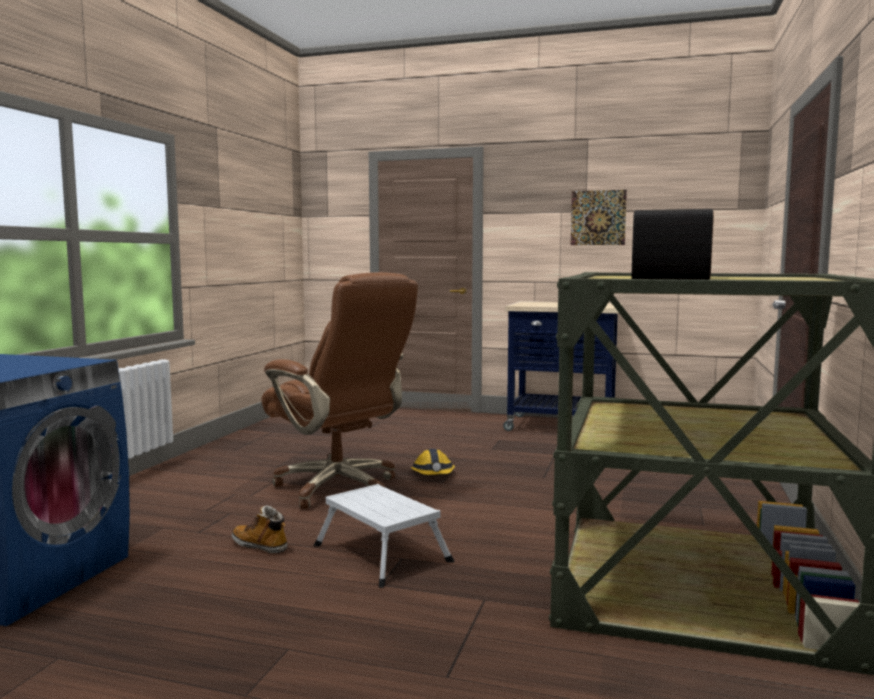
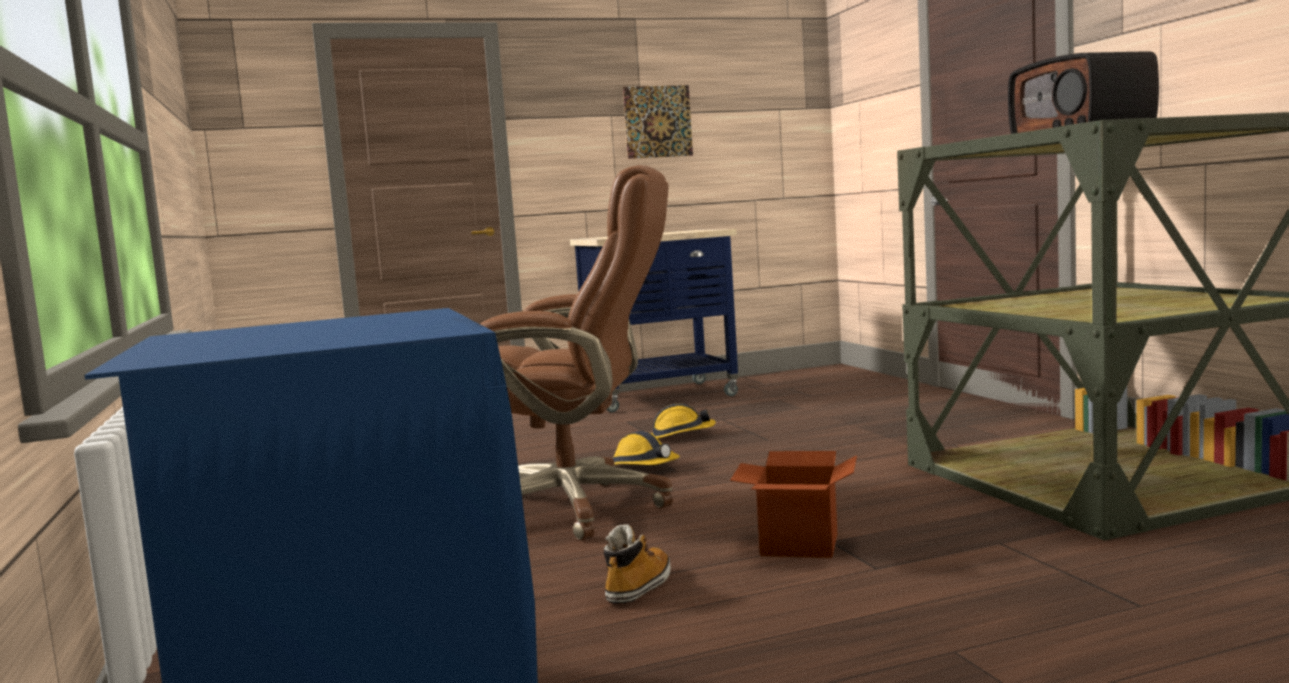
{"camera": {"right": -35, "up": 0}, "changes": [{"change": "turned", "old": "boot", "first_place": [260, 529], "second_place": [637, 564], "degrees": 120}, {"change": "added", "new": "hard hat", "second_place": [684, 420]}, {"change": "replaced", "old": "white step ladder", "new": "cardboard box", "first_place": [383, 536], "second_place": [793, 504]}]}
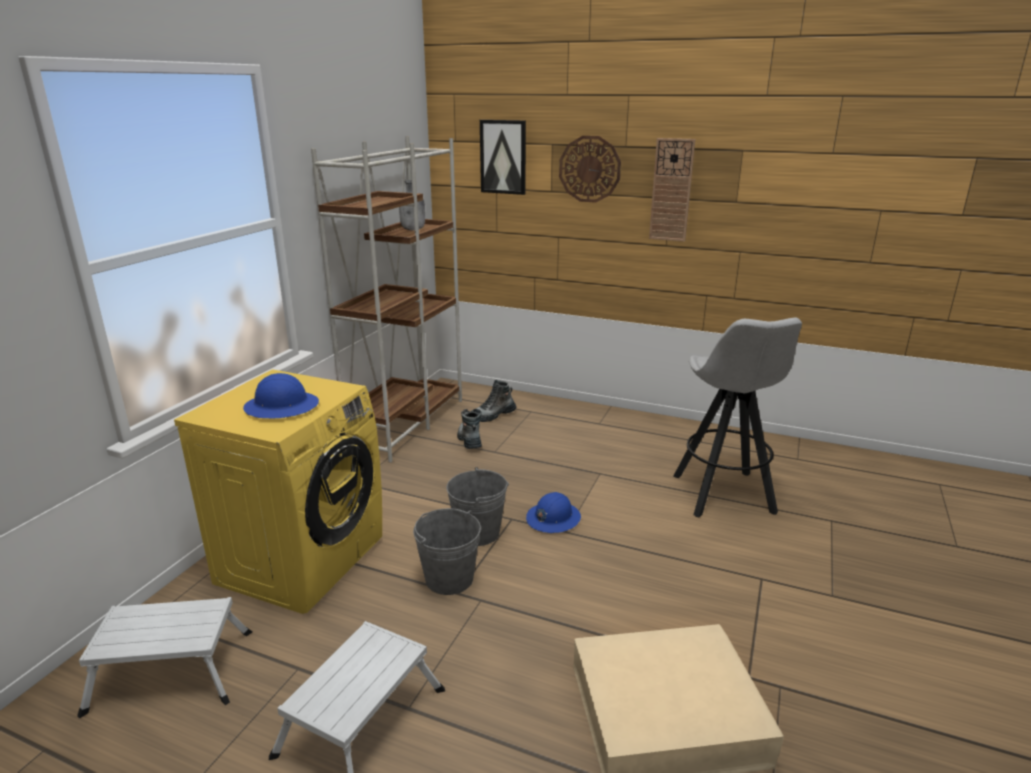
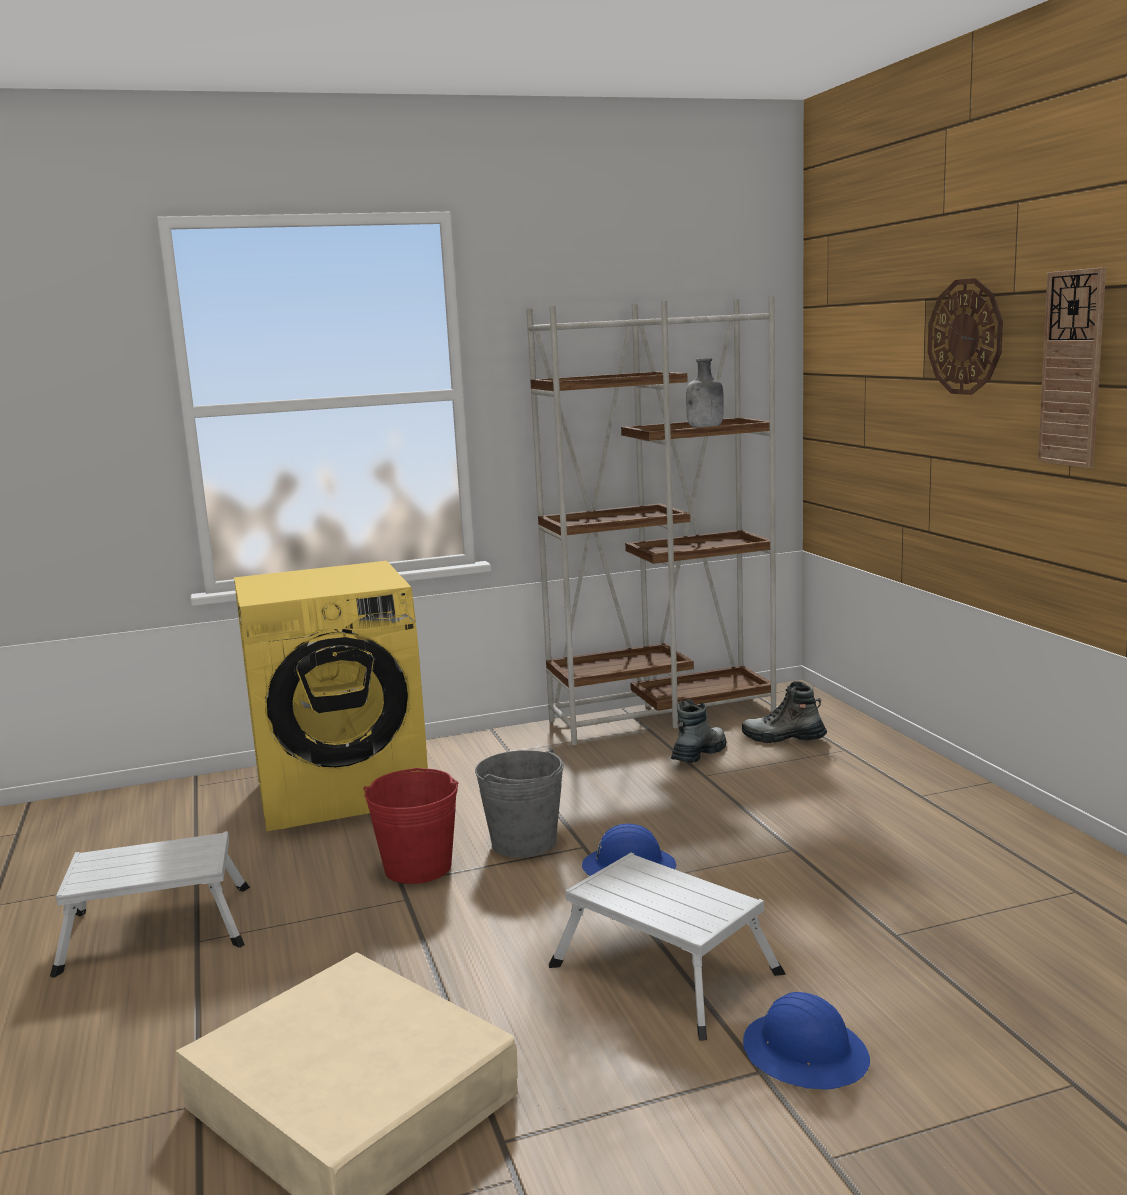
{"camera": {"right": 50, "up": -10}, "changes": [{"change": "recoloured", "old": "grey bucket", "new": "red bucket", "first_place": [447, 551], "second_place": [410, 826]}, {"change": "moved", "old": "white step ladder", "first_place": [164, 657], "second_place": [667, 947]}, {"change": "moved", "old": "blue hard hat", "first_place": [281, 396], "second_place": [806, 1041]}, {"change": "removed", "old": "picture", "first_place": [503, 157]}, {"change": "removed", "old": "grey stool", "first_place": [737, 418]}]}
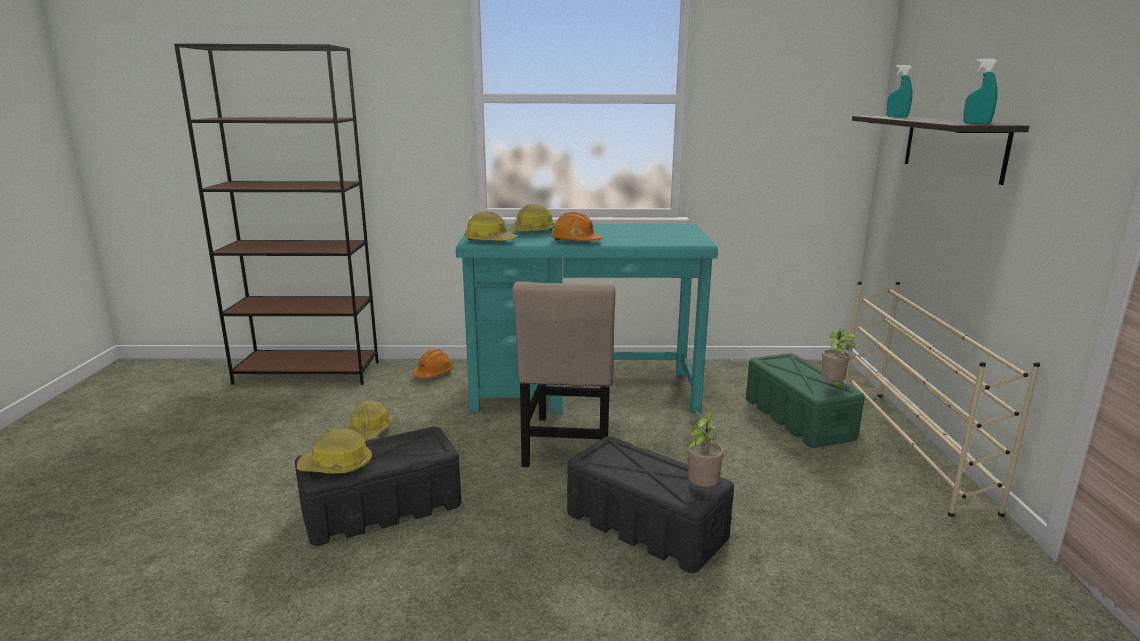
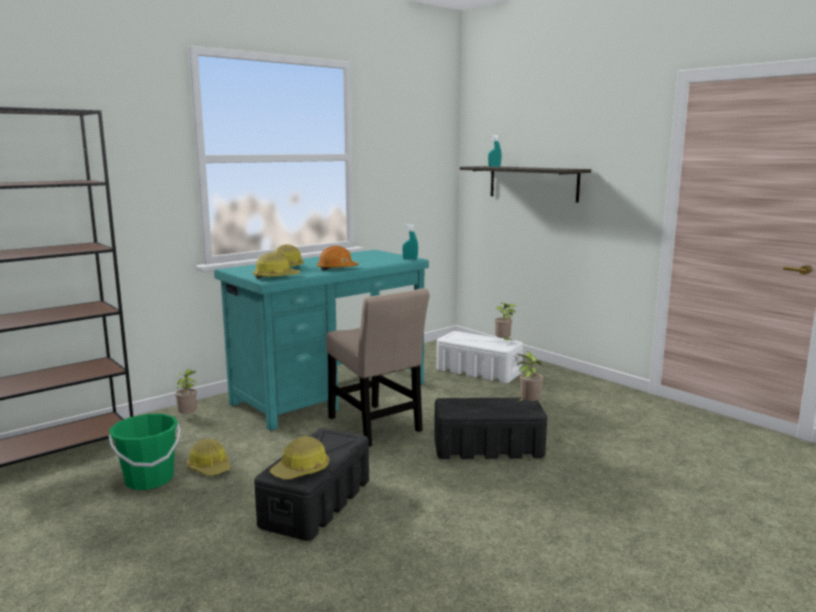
{"camera": {"right": -40, "up": -5}, "changes": [{"change": "added", "new": "green bucket", "second_place": [144, 452]}, {"change": "replaced", "old": "orange hard hat", "new": "potted plant", "first_place": [433, 364], "second_place": [185, 391]}, {"change": "moved", "old": "turquoise spray bottle", "first_place": [980, 91], "second_place": [410, 242]}, {"change": "recoloured", "old": "green storage box", "new": "white storage box", "first_place": [805, 400], "second_place": [480, 357]}, {"change": "removed", "old": "beige shoe rack", "first_place": [942, 399]}]}
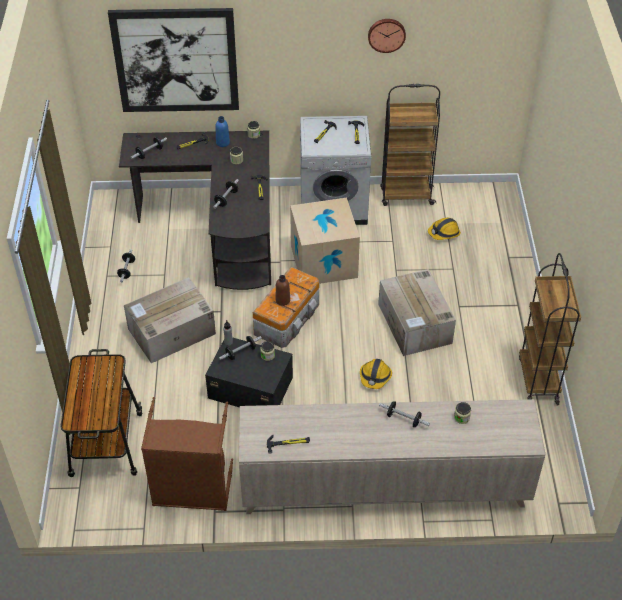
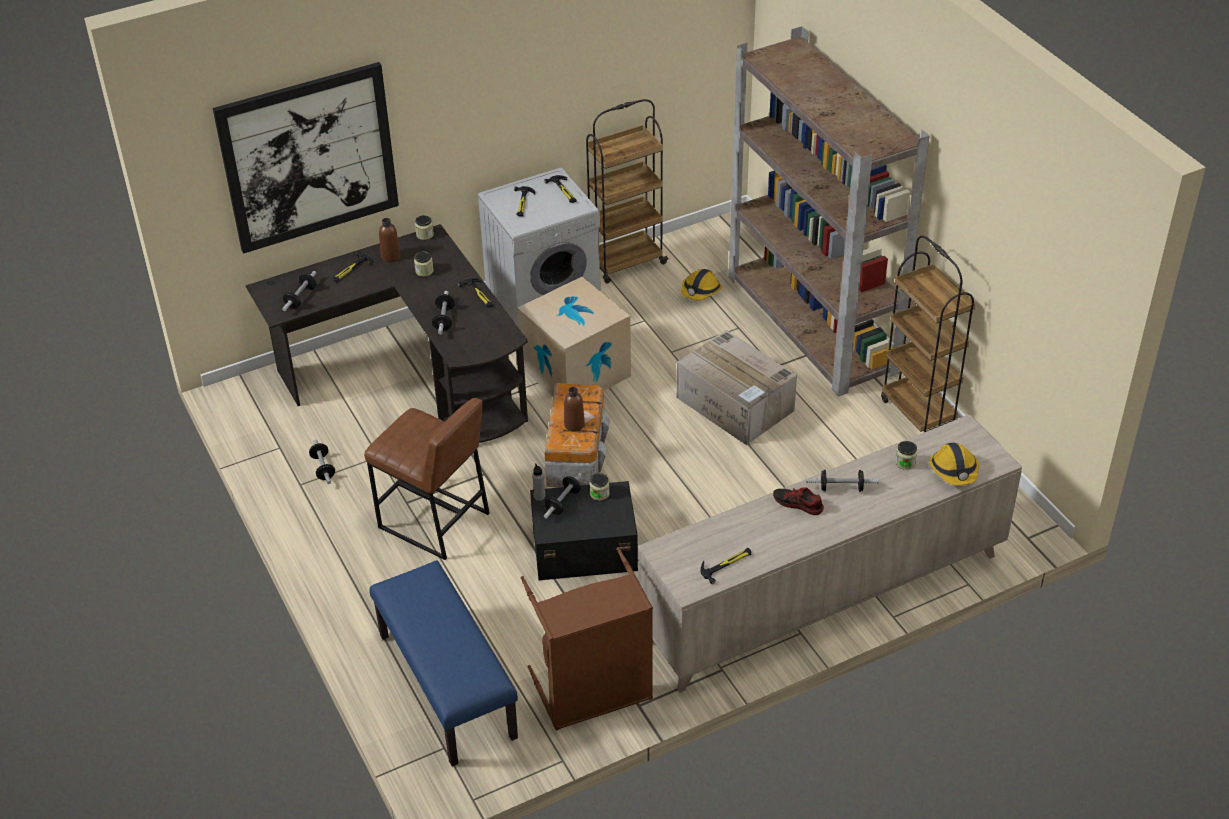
{"camera": {"right": -25, "up": -5}, "changes": [{"change": "replaced", "old": "cardboard box", "new": "brown chair", "first_place": [170, 320], "second_place": [426, 479]}, {"change": "replaced", "old": "cart", "new": "blue bench", "first_place": [101, 413], "second_place": [443, 663]}, {"change": "recoloured", "old": "blue bottle", "new": "brown bottle", "first_place": [222, 131], "second_place": [390, 240]}, {"change": "added", "new": "brown bookcase", "second_place": [829, 211]}, {"change": "added", "new": "shoe", "second_place": [798, 501]}, {"change": "moved", "old": "hard hat", "first_place": [376, 374], "second_place": [954, 464]}, {"change": "removed", "old": "wall clock", "first_place": [387, 36]}]}
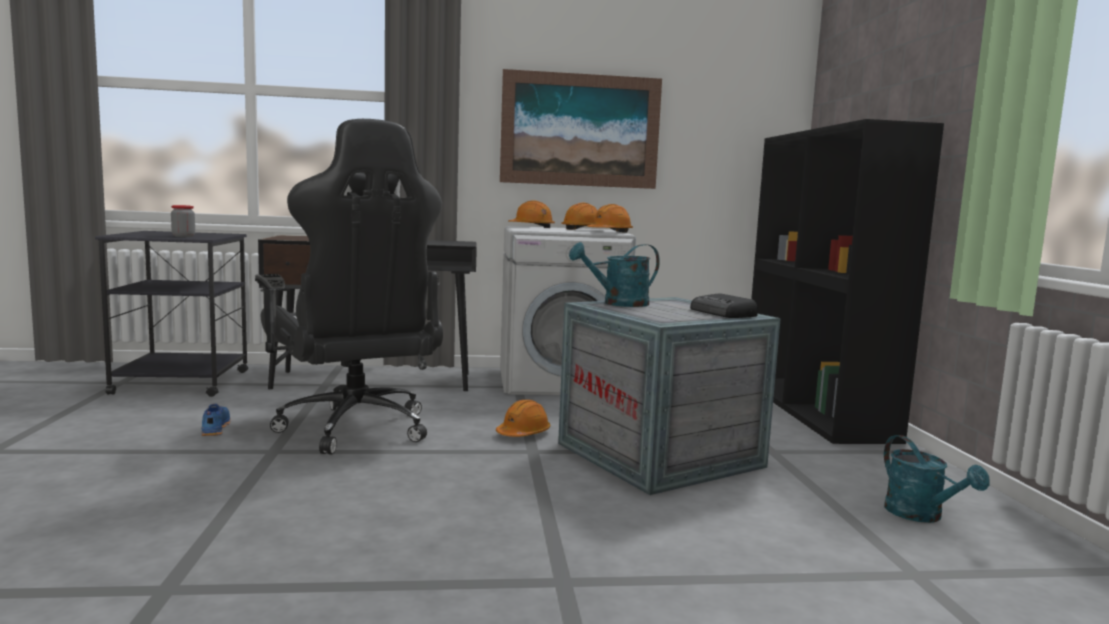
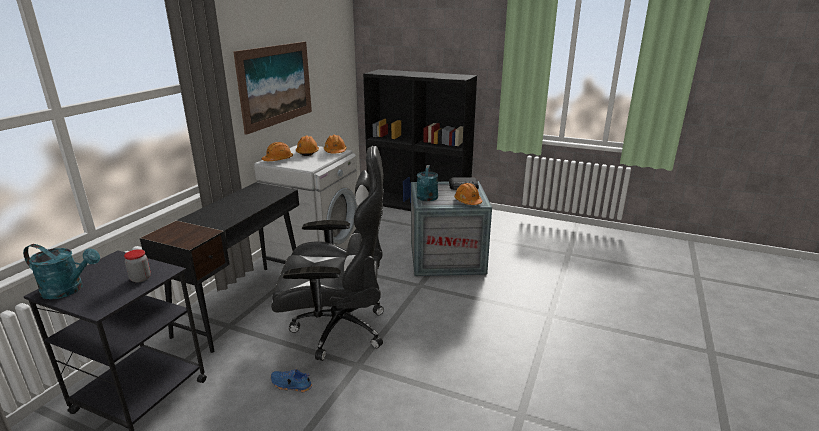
{"camera": {"right": -60, "up": 15}, "changes": [{"change": "moved", "old": "turquoise watering can", "first_place": [937, 479], "second_place": [61, 271]}, {"change": "moved", "old": "orange hard hat", "first_place": [523, 418], "second_place": [468, 194]}]}
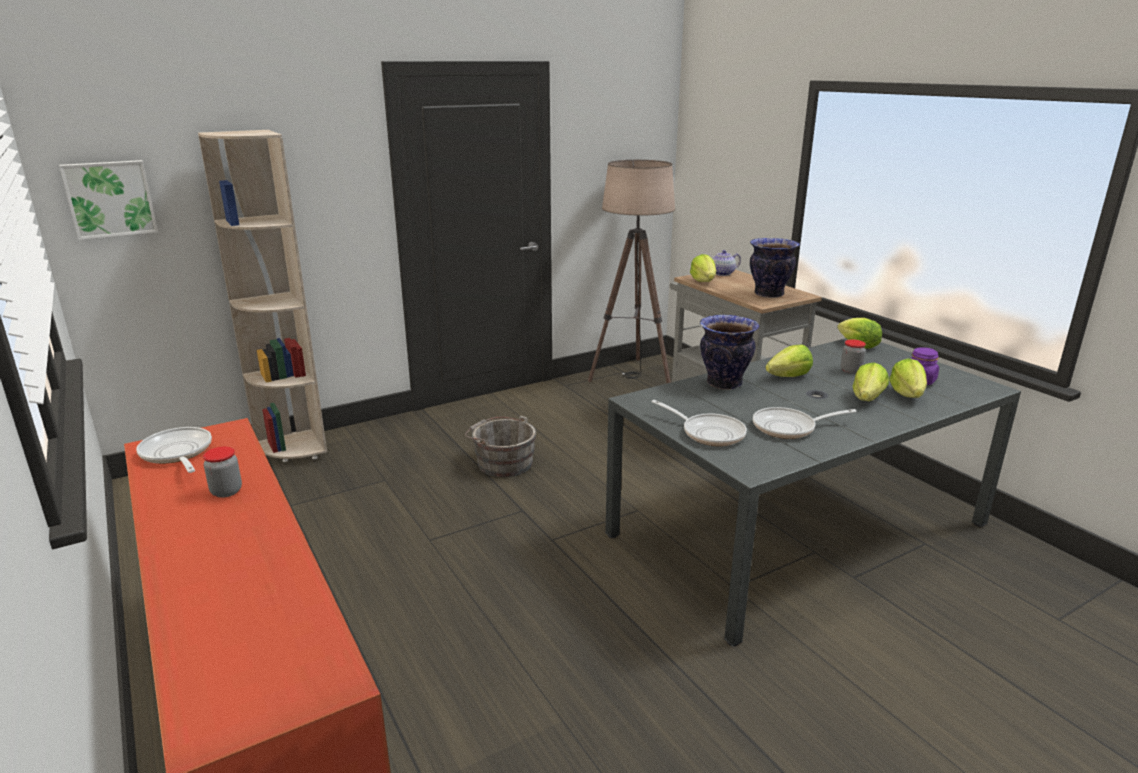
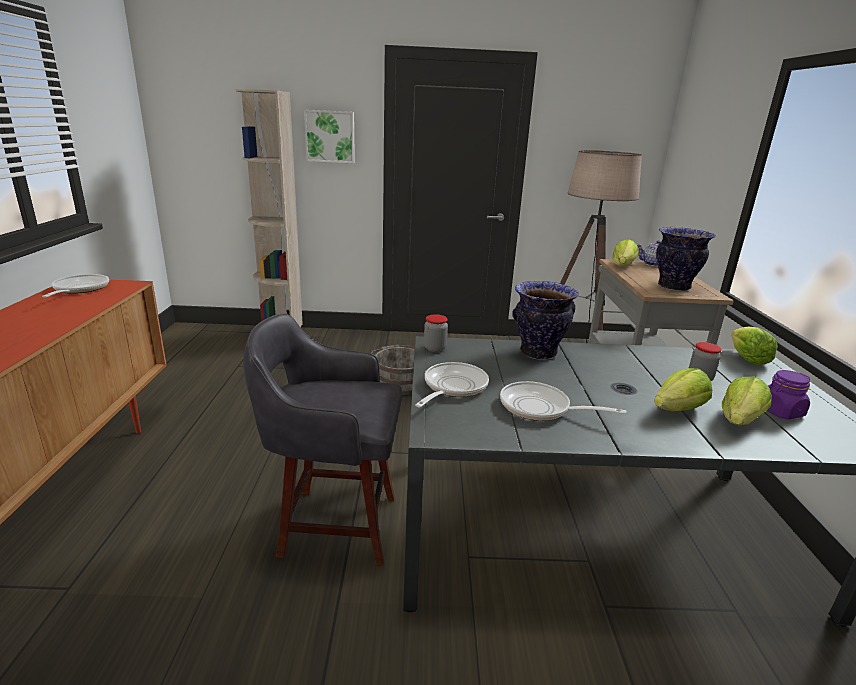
{"camera": {"right": 30, "up": 0}, "changes": [{"change": "added", "new": "grey stool", "second_place": [322, 439]}, {"change": "moved", "old": "picture", "first_place": [108, 200], "second_place": [329, 136]}, {"change": "turned", "old": "frying pan", "first_place": [699, 423], "second_place": [452, 385], "degrees": -135}, {"change": "moved", "old": "jar", "first_place": [222, 472], "second_place": [436, 333]}, {"change": "removed", "old": "lettuce", "first_place": [789, 360]}]}
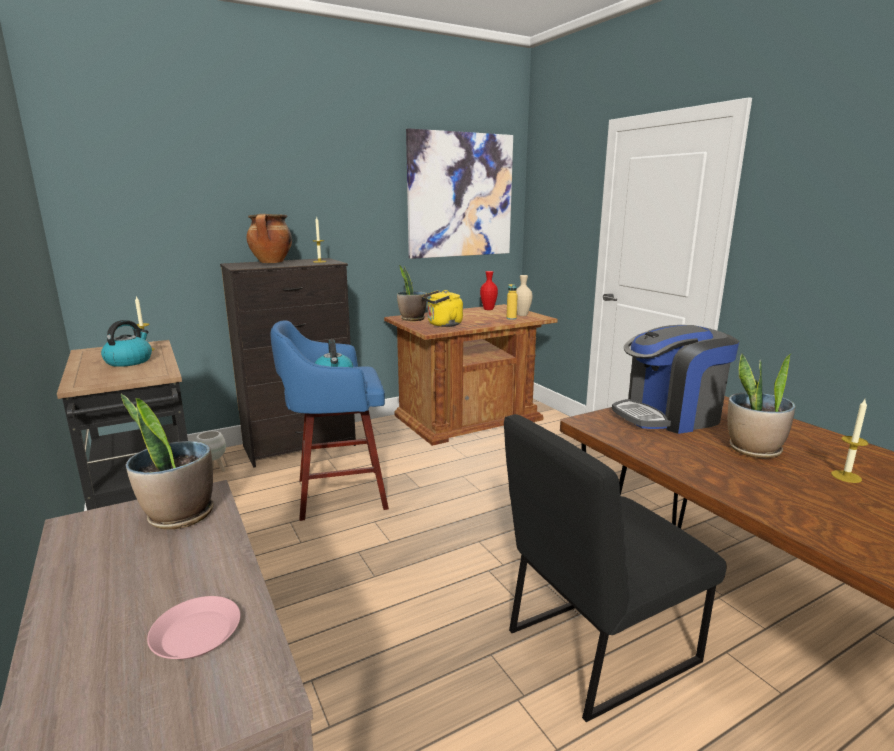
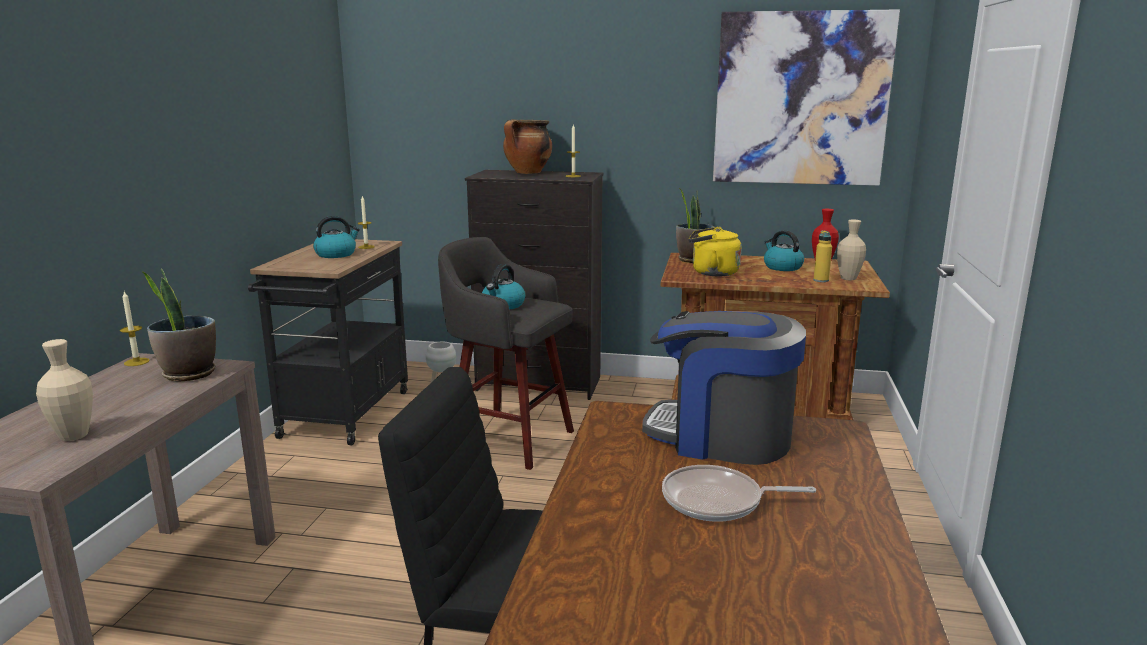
{"camera": {"right": 40, "up": 0}, "changes": [{"change": "replaced", "old": "pink plate", "new": "beige vase", "first_place": [194, 627], "second_place": [64, 390]}, {"change": "moved", "old": "candle", "first_place": [850, 441], "second_place": [135, 328]}, {"change": "recoloured", "old": "blue stool", "new": "grey stool", "first_place": [329, 420], "second_place": [506, 353]}, {"change": "replaced", "old": "potted plant", "new": "frying pan", "first_place": [761, 405], "second_place": [739, 493]}, {"change": "added", "new": "kettle", "second_place": [784, 250]}]}
